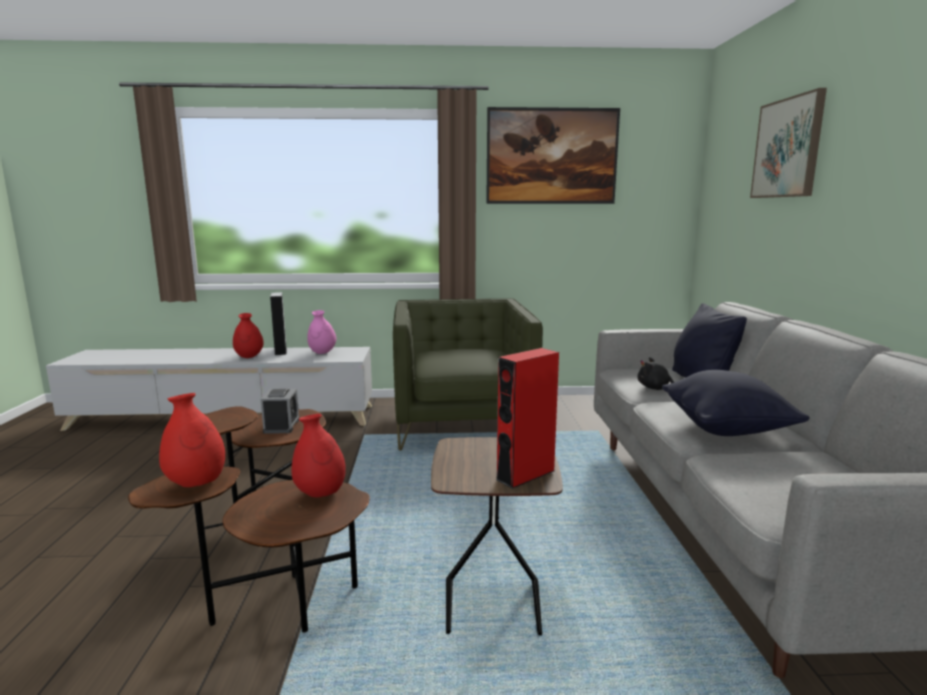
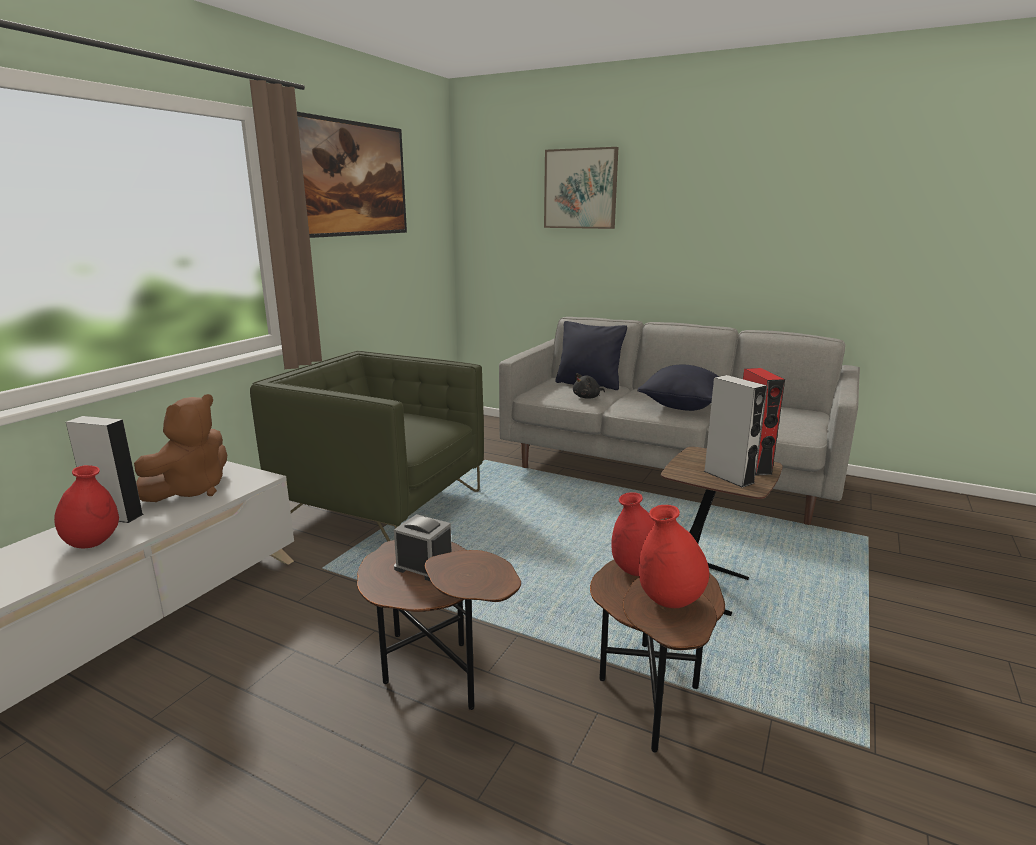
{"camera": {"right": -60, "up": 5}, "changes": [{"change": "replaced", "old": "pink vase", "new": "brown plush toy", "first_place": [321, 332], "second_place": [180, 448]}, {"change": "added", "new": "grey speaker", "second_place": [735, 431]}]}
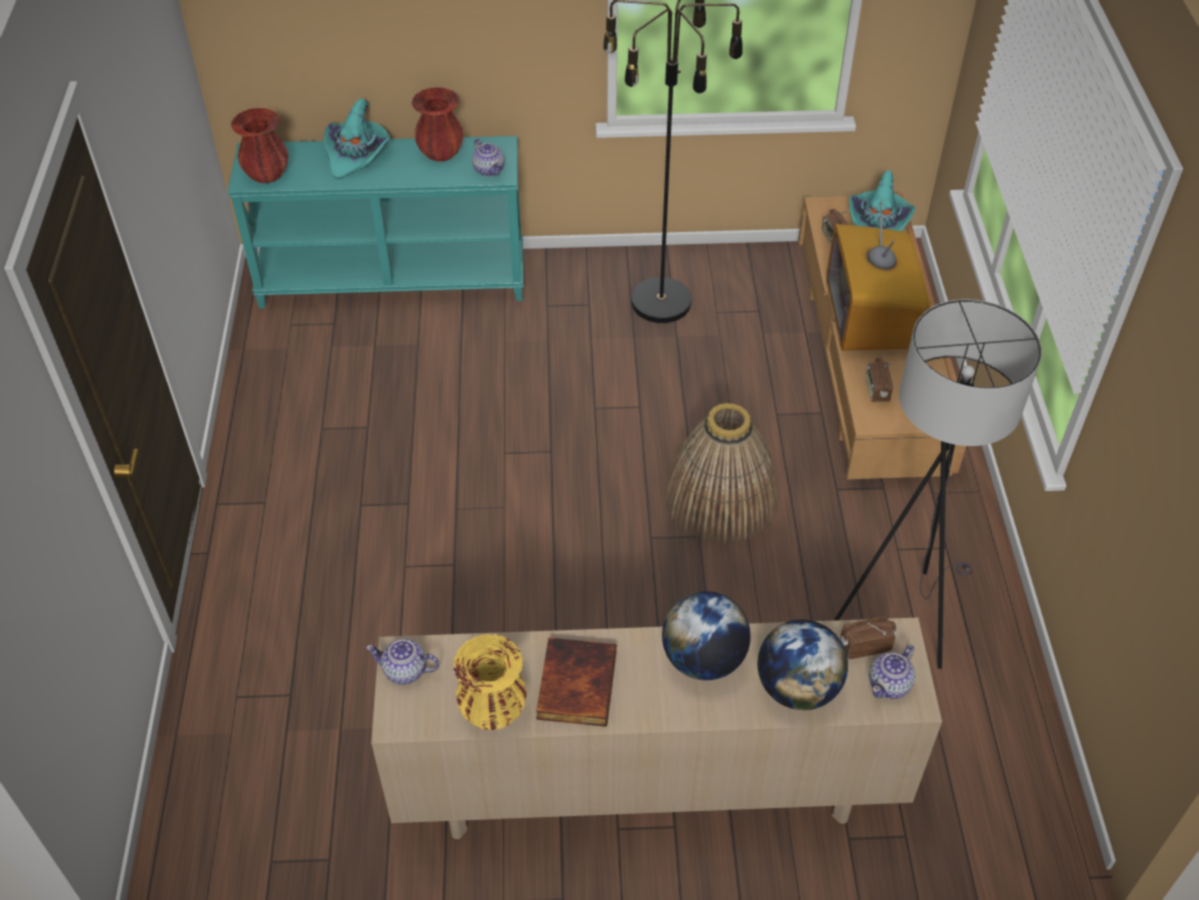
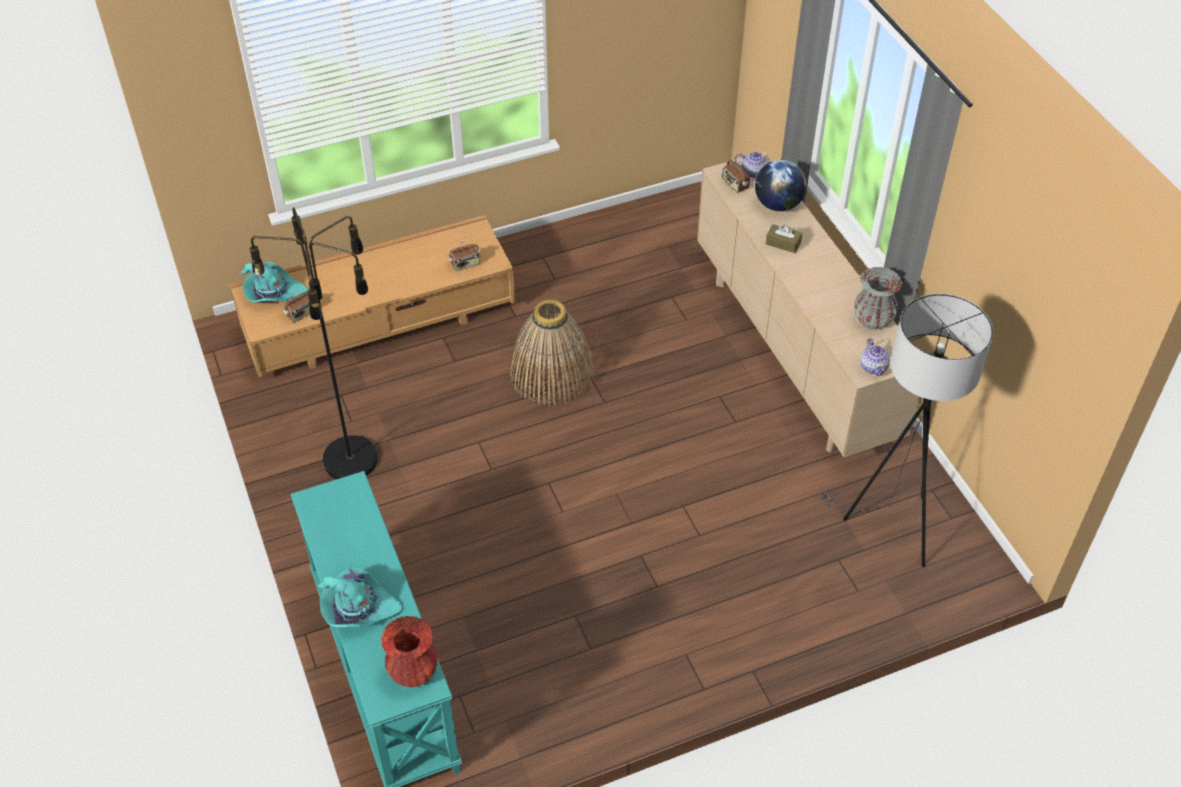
{"camera": {"right": -110, "up": 0}, "changes": [{"change": "replaced", "old": "globe", "new": "brown tissue box", "first_place": [706, 635], "second_place": [784, 238]}, {"change": "moved", "old": "grey floor lamp", "first_place": [937, 484], "second_place": [907, 430]}, {"change": "recoloured", "old": "yellow vase", "new": "grey vase", "first_place": [490, 682], "second_place": [878, 298]}, {"change": "removed", "old": "red vase", "first_place": [437, 124]}, {"change": "removed", "old": "teapot", "first_place": [488, 157]}, {"change": "removed", "old": "book", "first_place": [576, 682]}, {"change": "removed", "old": "television", "first_place": [878, 276]}]}
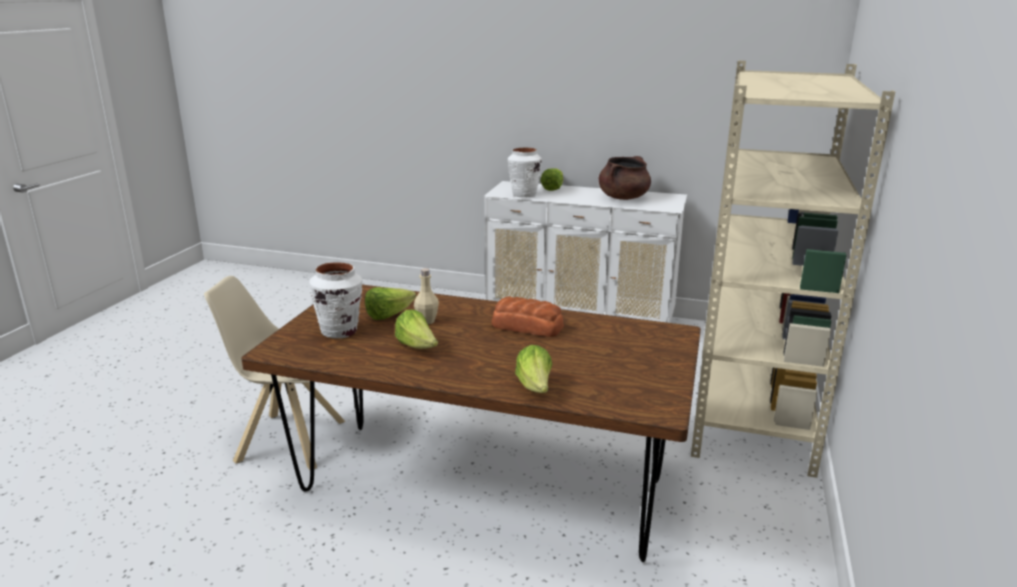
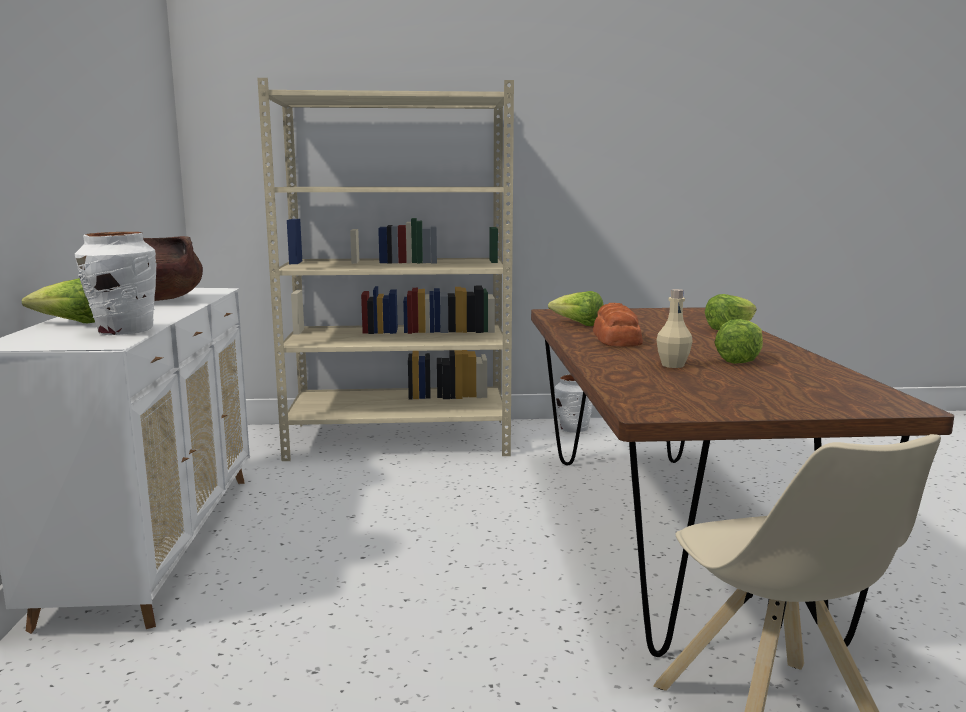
{"camera": {"right": -110, "up": -10}, "changes": [{"change": "moved", "old": "lettuce", "first_place": [390, 303], "second_place": [576, 308]}, {"change": "moved", "old": "white vase", "first_place": [335, 300], "second_place": [574, 403]}]}
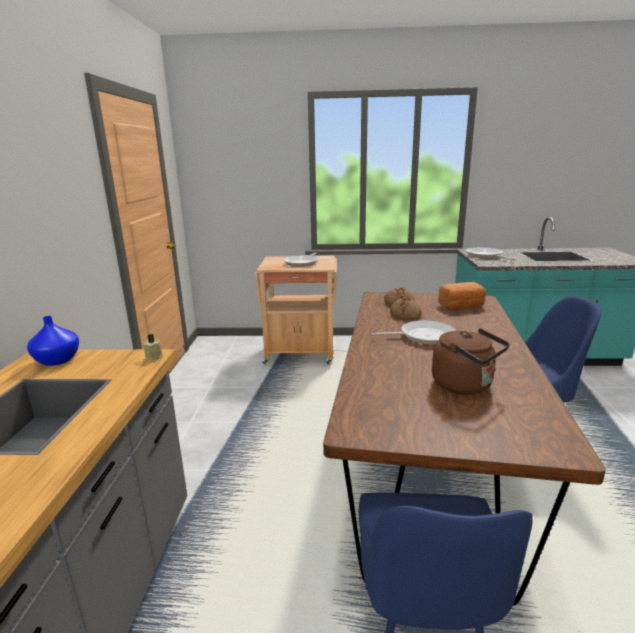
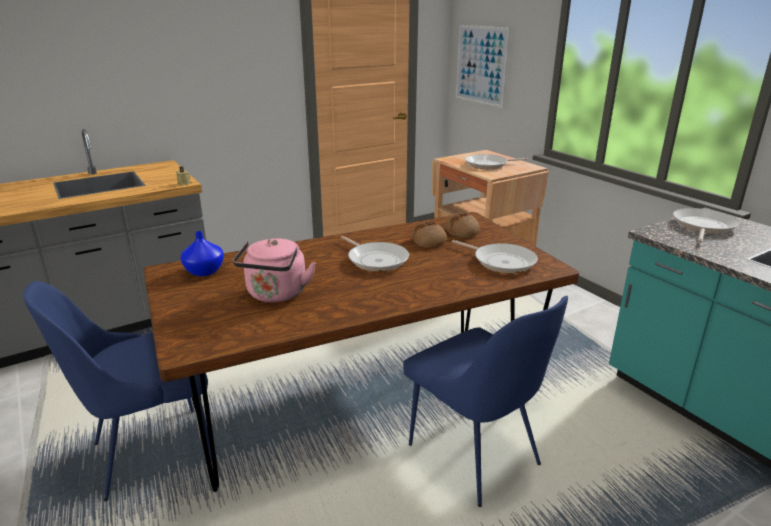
{"camera": {"right": 55, "up": 5}, "changes": [{"change": "moved", "old": "blue vase", "first_place": [53, 341], "second_place": [202, 253]}, {"change": "recoloured", "old": "brown kettle", "new": "pink kettle", "first_place": [471, 361], "second_place": [274, 270]}, {"change": "replaced", "old": "bread", "new": "frying pan", "first_place": [462, 295], "second_place": [495, 256]}, {"change": "added", "new": "picture", "second_place": [483, 66]}]}
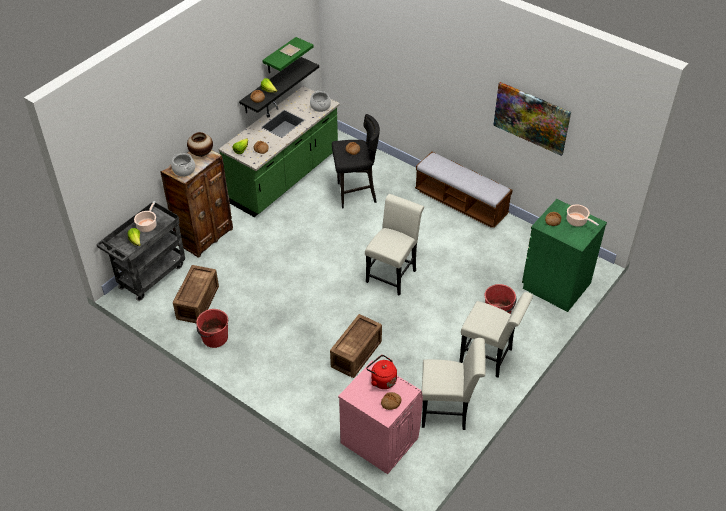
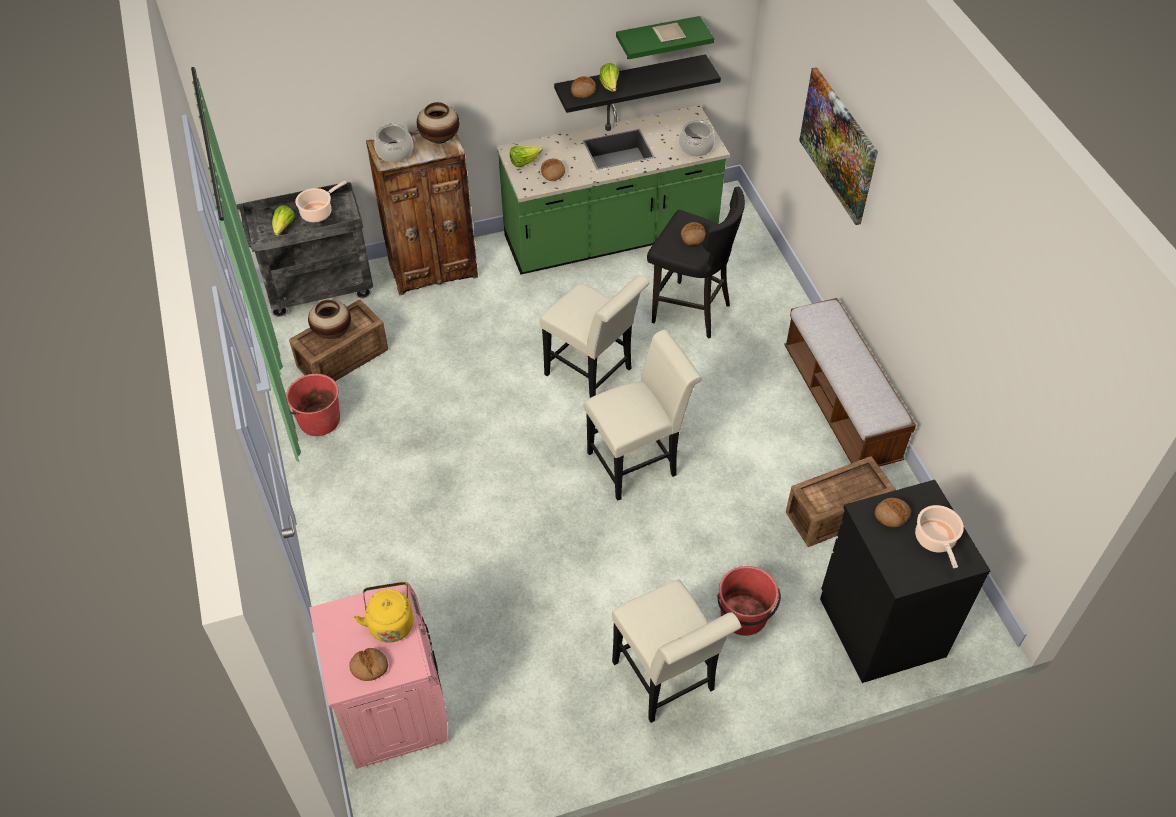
{"camera": {"right": 35, "up": 5}, "changes": [{"change": "added", "new": "vase", "second_place": [329, 319]}, {"change": "recoloured", "old": "red kettle", "new": "yellow kettle", "first_place": [381, 372], "second_place": [384, 612]}, {"change": "moved", "old": "white chair", "first_place": [454, 384], "second_place": [595, 336]}, {"change": "moved", "old": "crate", "first_place": [356, 346], "second_place": [841, 501]}, {"change": "moved", "old": "picture", "first_place": [532, 119], "second_place": [838, 146]}, {"change": "recoloured", "old": "green dresser", "new": "black dresser", "first_place": [564, 255], "second_place": [905, 581]}]}
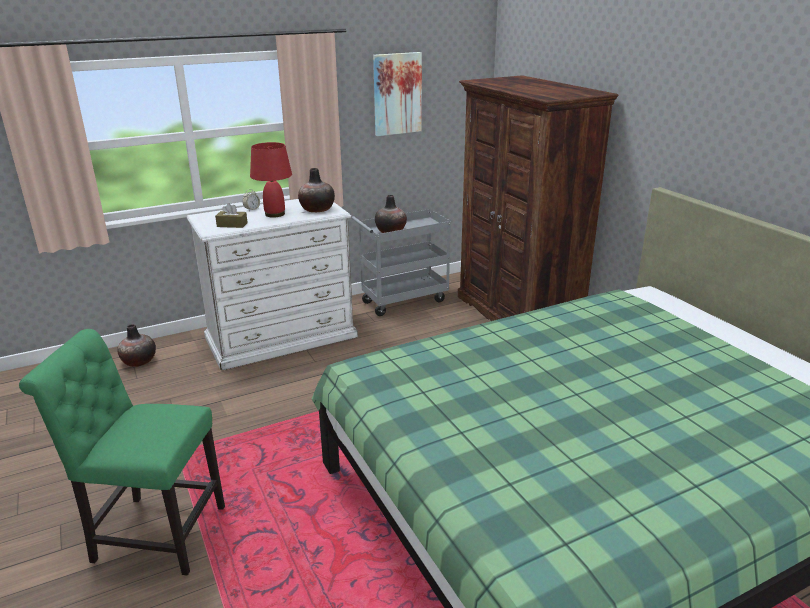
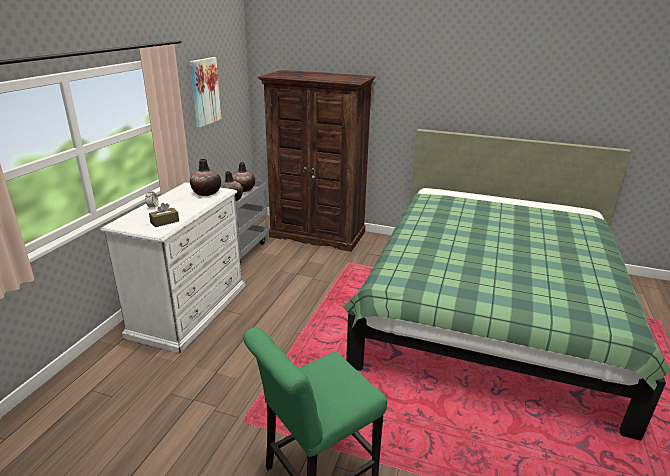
{"camera": {"right": -45, "up": 0}, "changes": [{"change": "moved", "old": "vase", "first_place": [136, 345], "second_place": [243, 177]}, {"change": "removed", "old": "red table lamp", "first_place": [271, 180]}]}
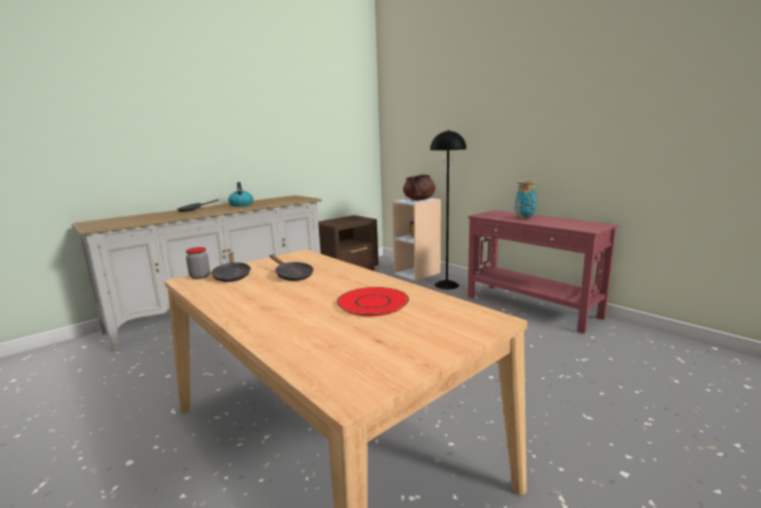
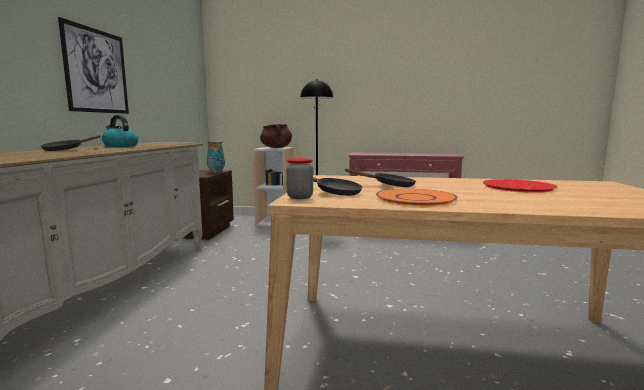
{"camera": {"right": -40, "up": -5}, "changes": [{"change": "added", "new": "picture", "second_place": [93, 65]}, {"change": "moved", "old": "vase", "first_place": [526, 200], "second_place": [216, 157]}, {"change": "added", "new": "orange plate", "second_place": [417, 198]}]}
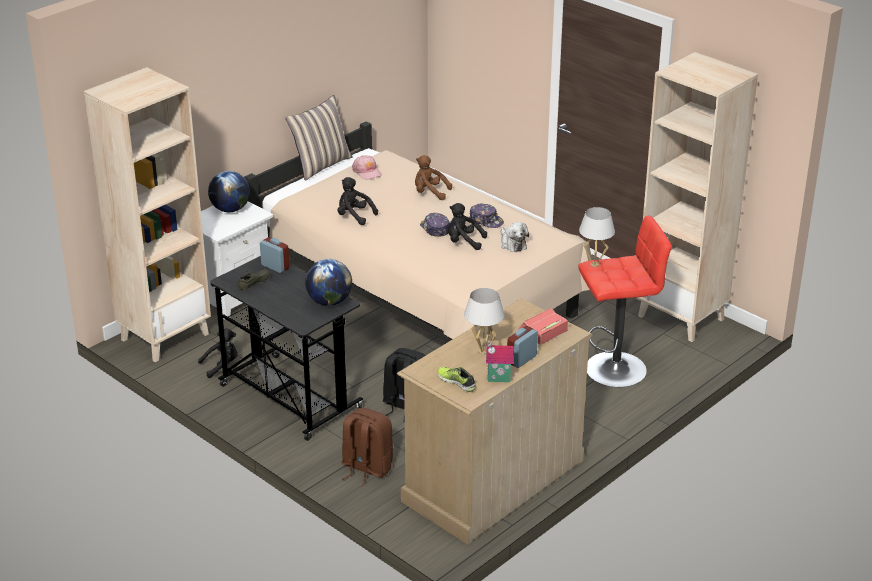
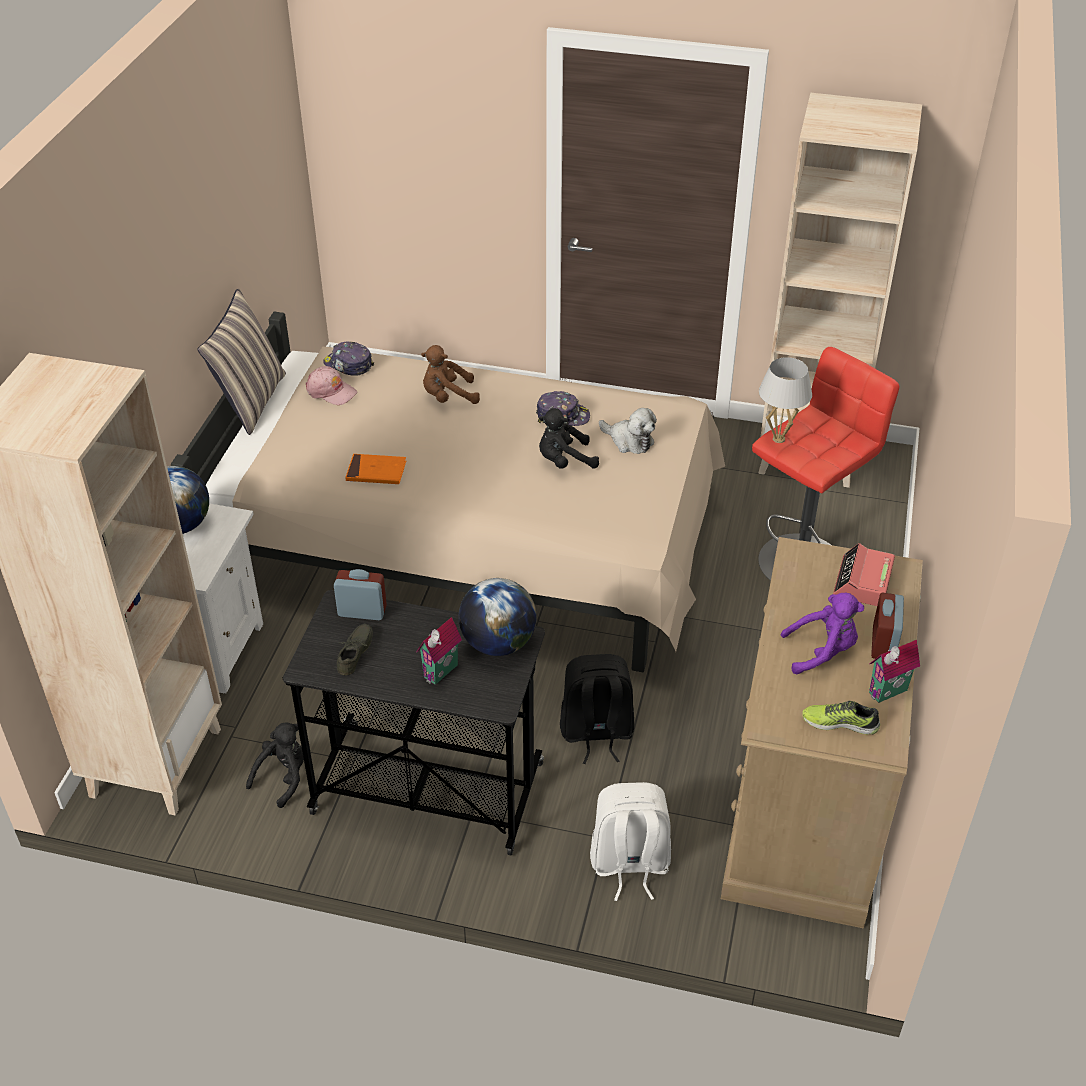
{"camera": {"right": -30, "up": 10}, "changes": [{"change": "moved", "old": "cap", "first_place": [435, 225], "second_place": [348, 358]}, {"change": "replaced", "old": "black plush toy", "new": "orange book", "first_place": [357, 201], "second_place": [375, 469]}, {"change": "added", "new": "toy house", "second_place": [439, 651]}, {"change": "recoloured", "old": "brown backpack", "new": "white backpack", "first_place": [367, 447], "second_place": [630, 841]}, {"change": "replaced", "old": "white table lamp", "new": "purple plush toy", "first_place": [484, 321], "second_place": [822, 633]}]}
